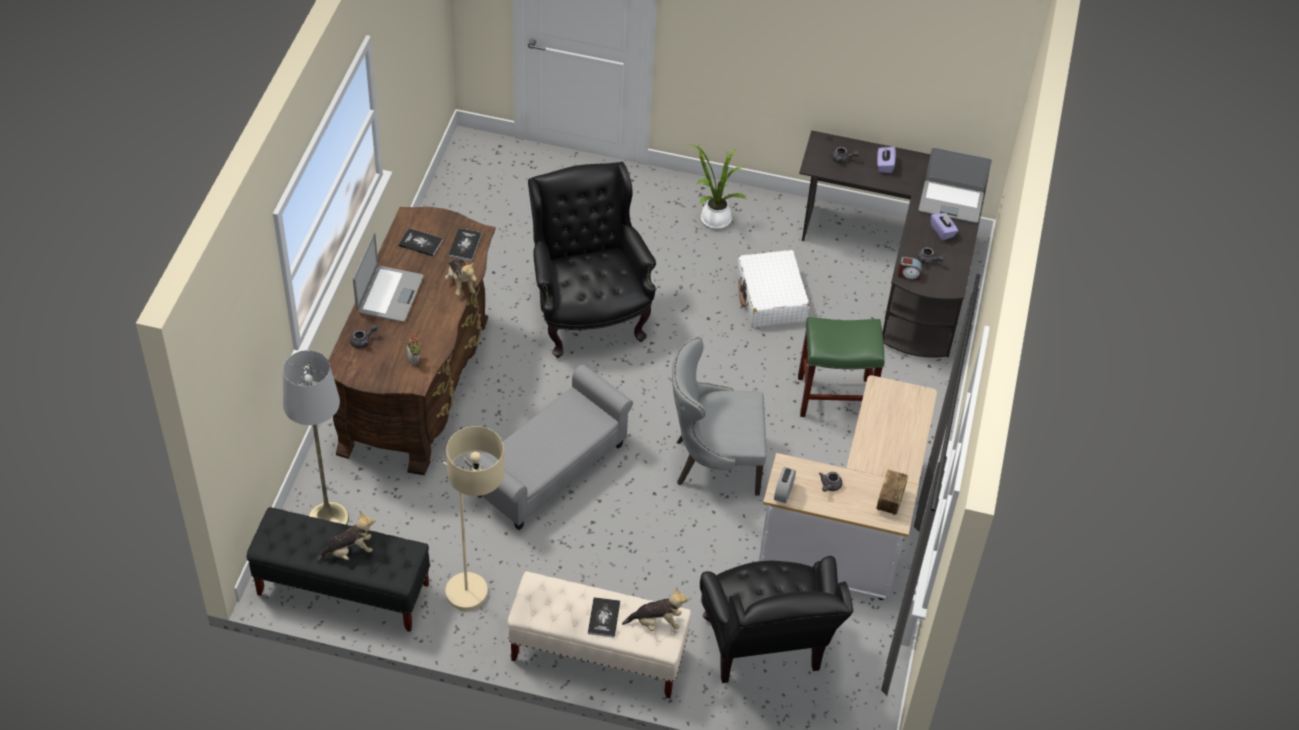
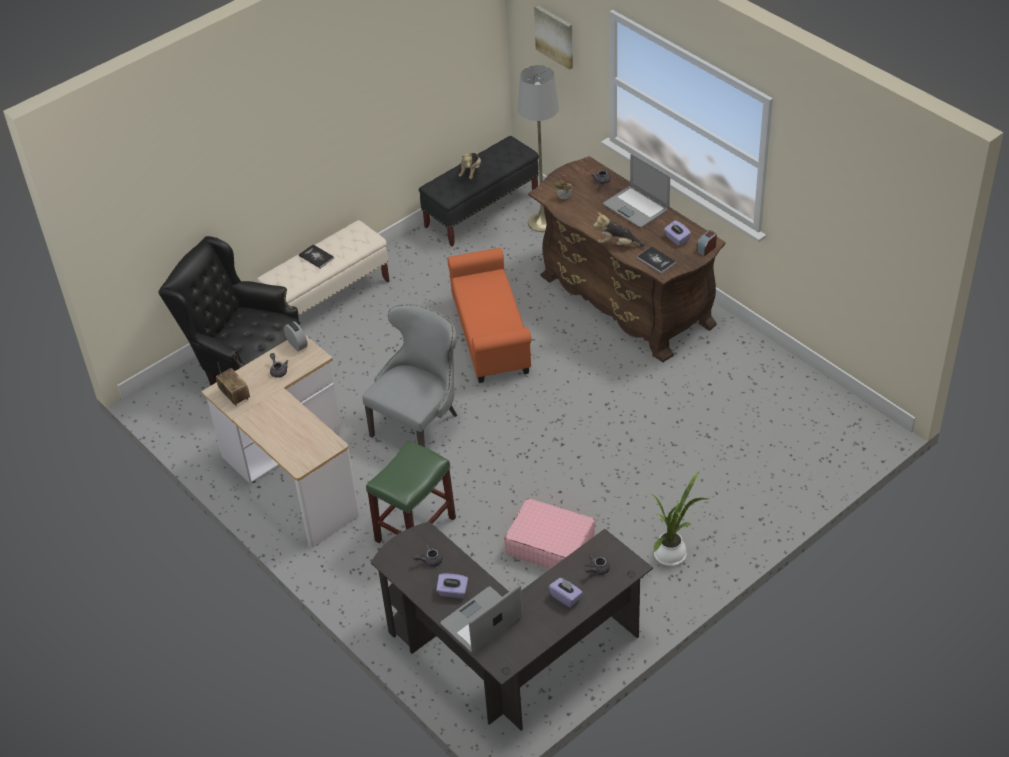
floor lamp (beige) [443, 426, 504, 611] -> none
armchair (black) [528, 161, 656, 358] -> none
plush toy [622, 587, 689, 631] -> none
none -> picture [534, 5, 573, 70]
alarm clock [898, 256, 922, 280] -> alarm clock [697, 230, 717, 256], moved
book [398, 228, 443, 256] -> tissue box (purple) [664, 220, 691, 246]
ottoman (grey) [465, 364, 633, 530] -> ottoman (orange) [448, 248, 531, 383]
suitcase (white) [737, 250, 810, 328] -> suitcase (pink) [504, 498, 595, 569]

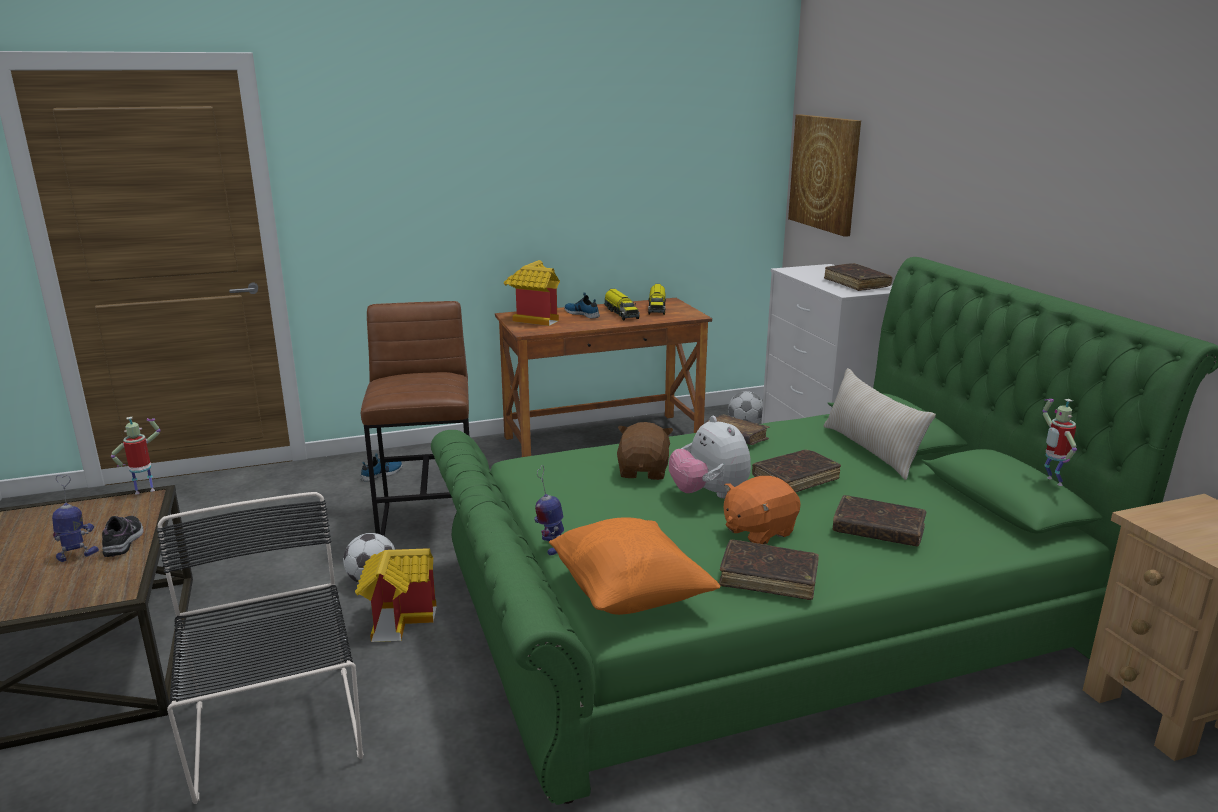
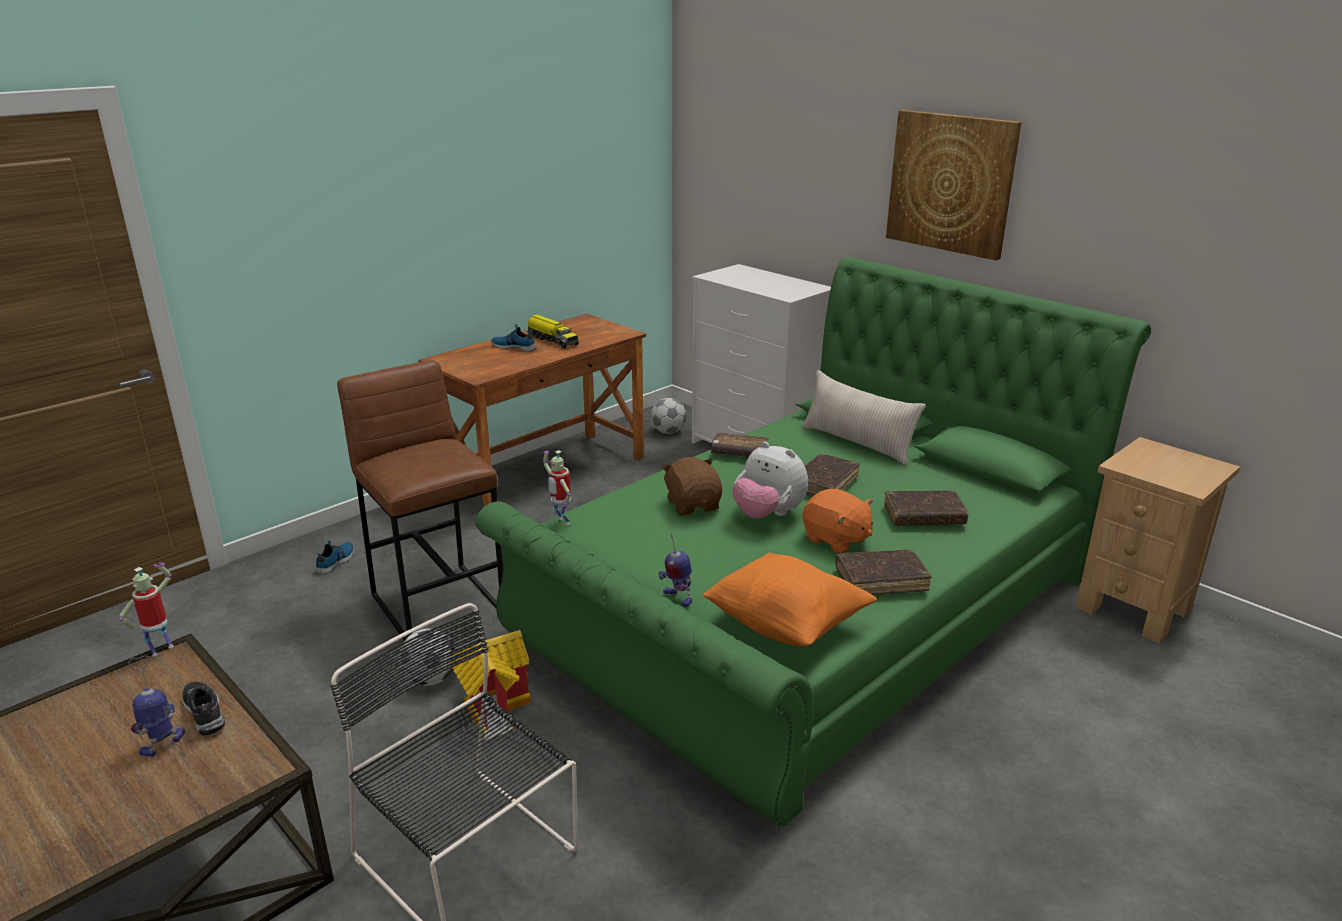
toy house [504, 260, 560, 326] -> none
toy truck [648, 284, 666, 315] -> none
book (brown) [824, 263, 892, 291] -> none
picture [788, 115, 861, 237] -> picture [886, 110, 1021, 260], moved
toy robot [1042, 399, 1077, 486] -> toy robot [541, 450, 571, 525], moved
plush toy (orange) [724, 476, 801, 545] -> plush toy (orange) [803, 489, 873, 554], 75 degrees counterclockwise

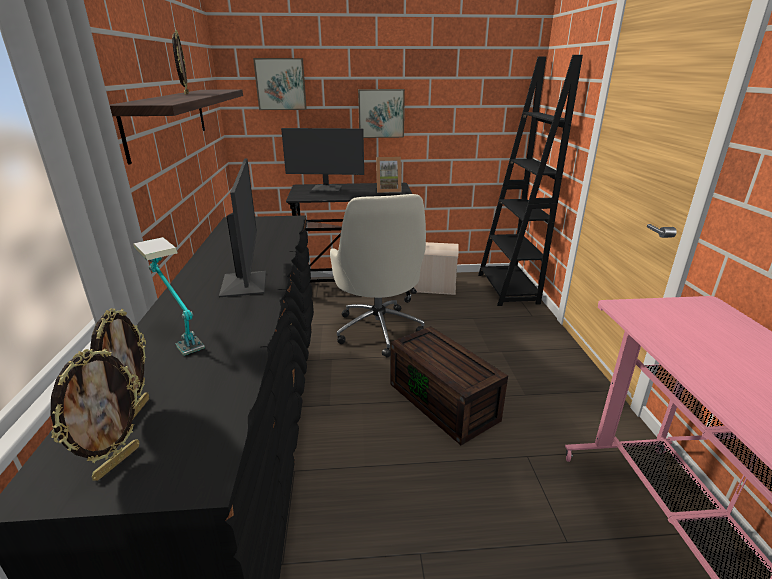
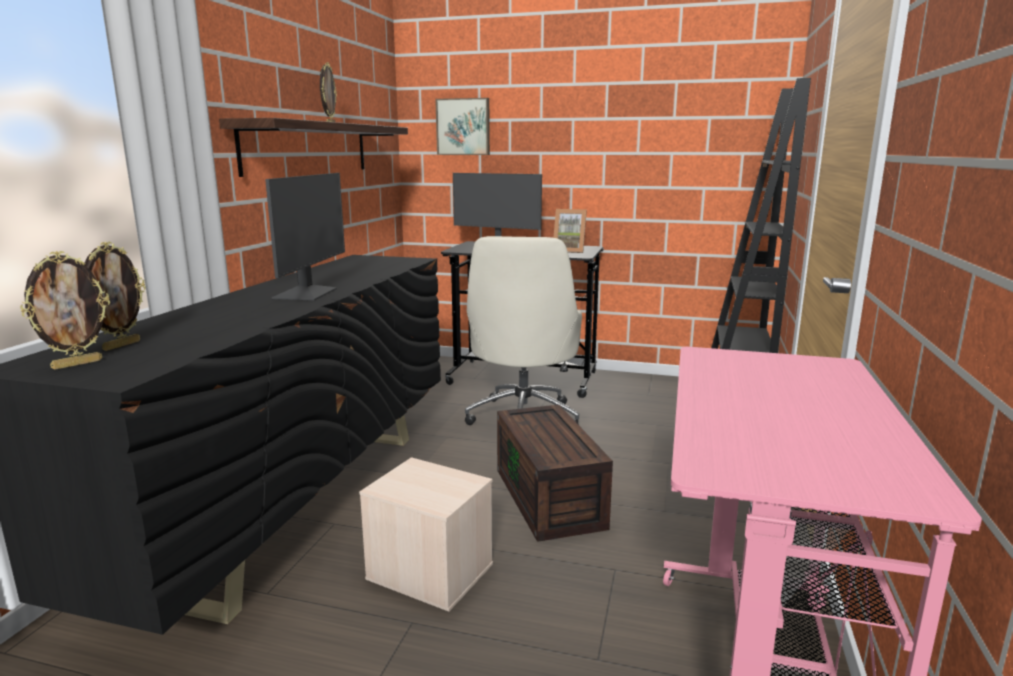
table lamp [133, 237, 205, 356] -> none
picture [358, 89, 405, 138] -> none
storage box (beige) [414, 242, 459, 295] -> storage box (beige) [359, 457, 493, 612], moved

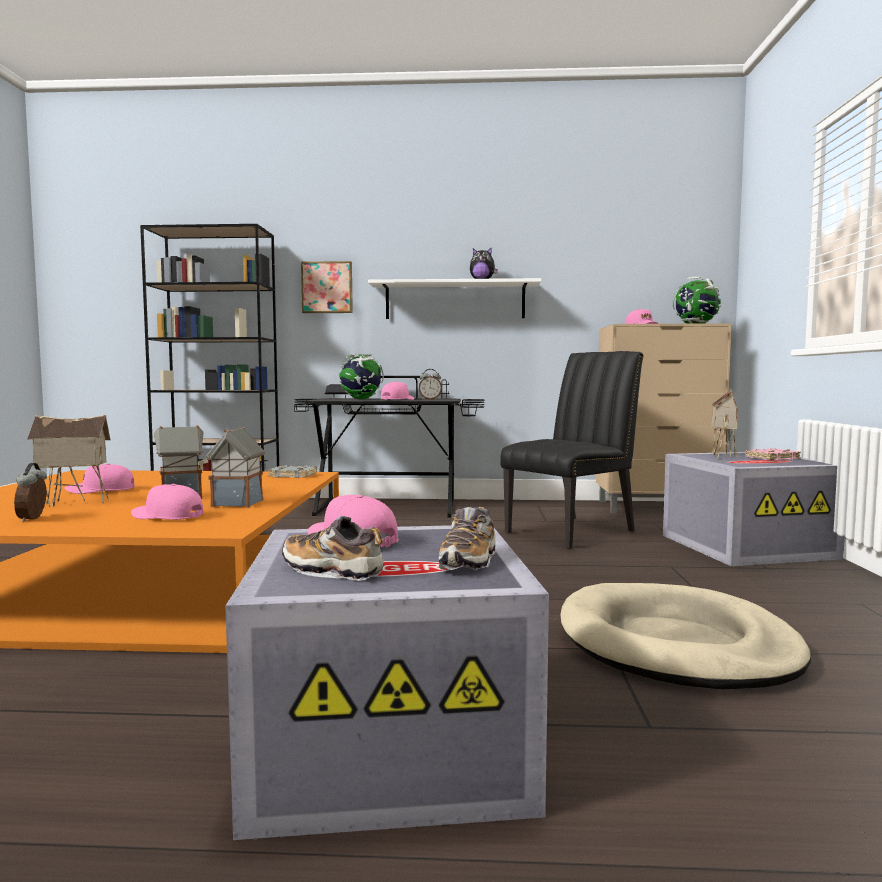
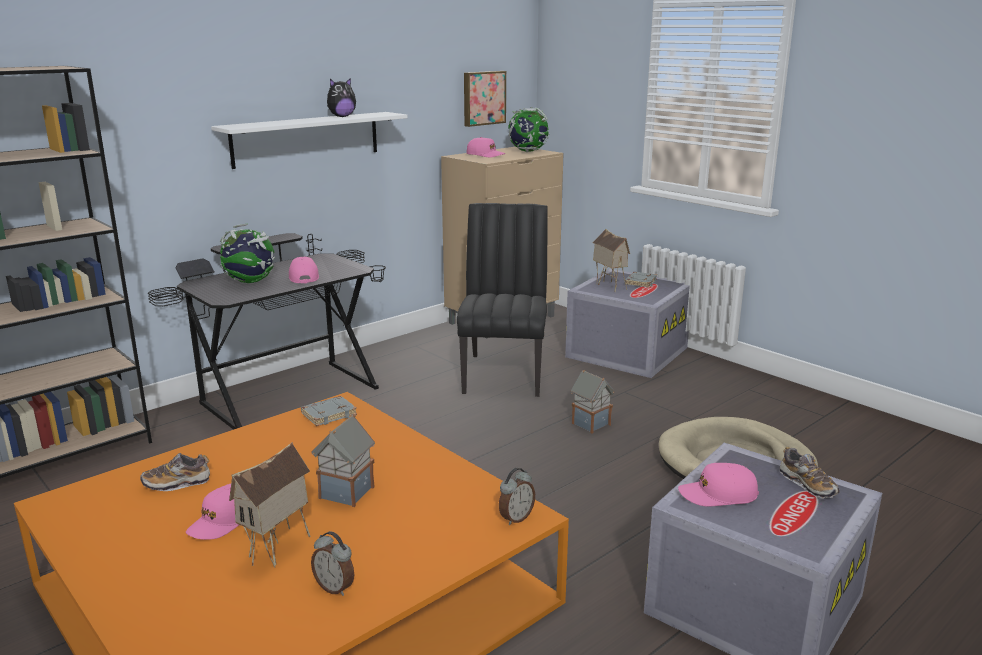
cap (pink) [131, 484, 204, 520] -> none
toy house [206, 427, 265, 508] -> toy house [571, 370, 614, 434], moved
shoe [282, 516, 384, 581] -> shoe [140, 453, 210, 491], moved
picture [301, 261, 353, 313] -> picture [464, 71, 506, 127], moved
alarm clock [419, 369, 442, 400] -> alarm clock [499, 468, 535, 525], moved
book (pink) [745, 448, 801, 461] -> book (grey) [625, 272, 657, 288]

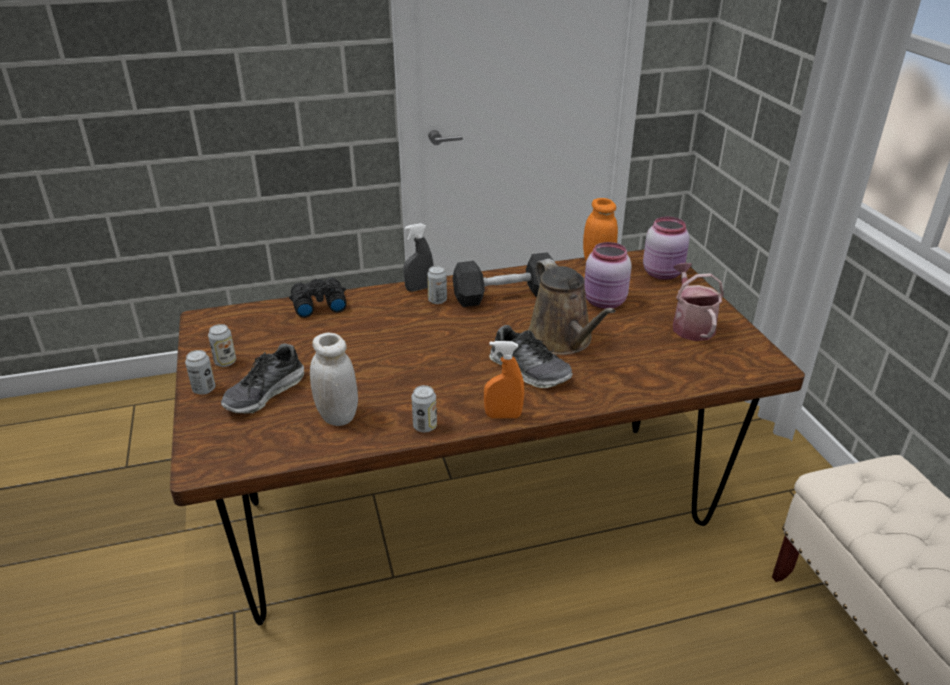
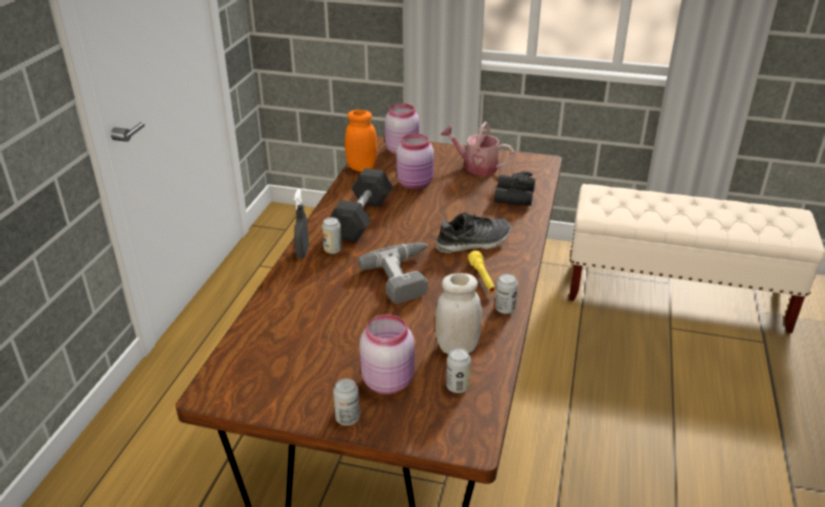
spray bottle (orange) [484, 341, 524, 418] -> none
watering can (brown) [528, 259, 616, 355] -> none
none -> power drill [358, 242, 428, 304]
none -> flashlight (yellow) [468, 250, 496, 293]
can [208, 324, 236, 367] -> can [446, 348, 471, 393], moved
binoculars (black) [289, 278, 346, 318] -> binoculars (black) [494, 171, 535, 206], moved
shoe [221, 343, 304, 414] -> jar (pink) [360, 314, 414, 394]

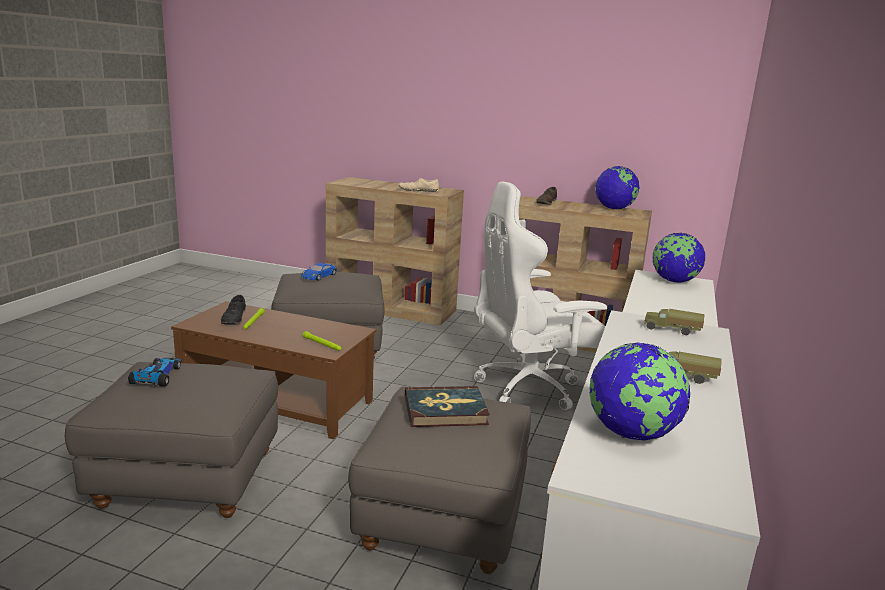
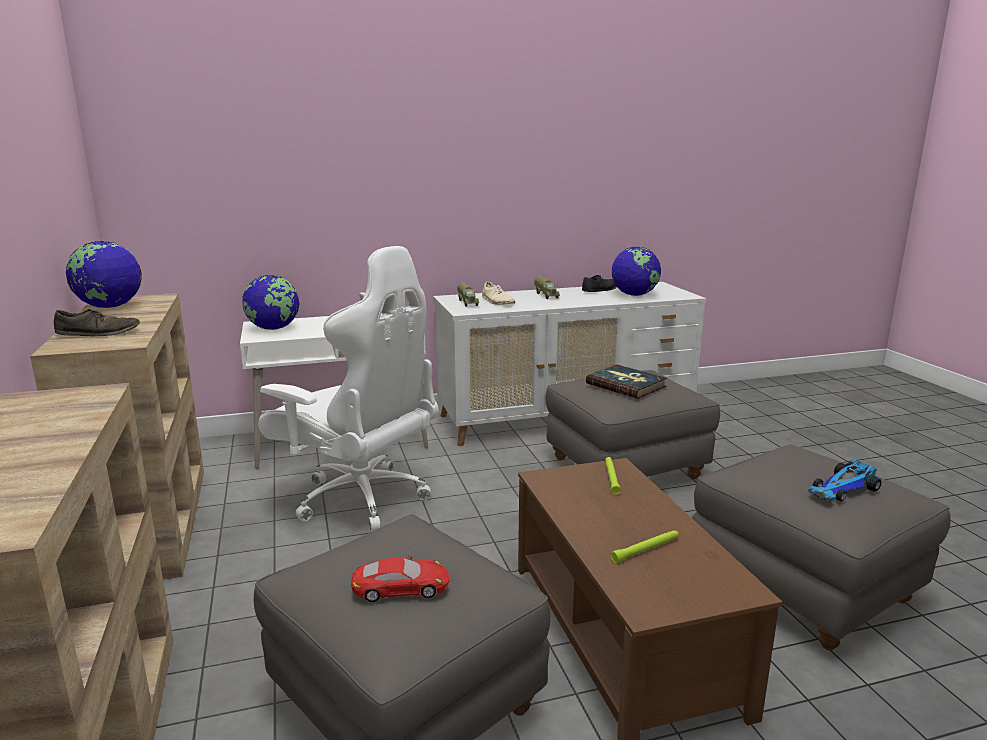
shoe (black) [221, 295, 246, 325] -> shoe (black) [582, 275, 617, 292], moved
shoe (beige) [398, 178, 439, 192] -> shoe (beige) [482, 282, 515, 305], moved
toy car (blue) [302, 263, 337, 281] -> toy car (red) [351, 556, 449, 602]

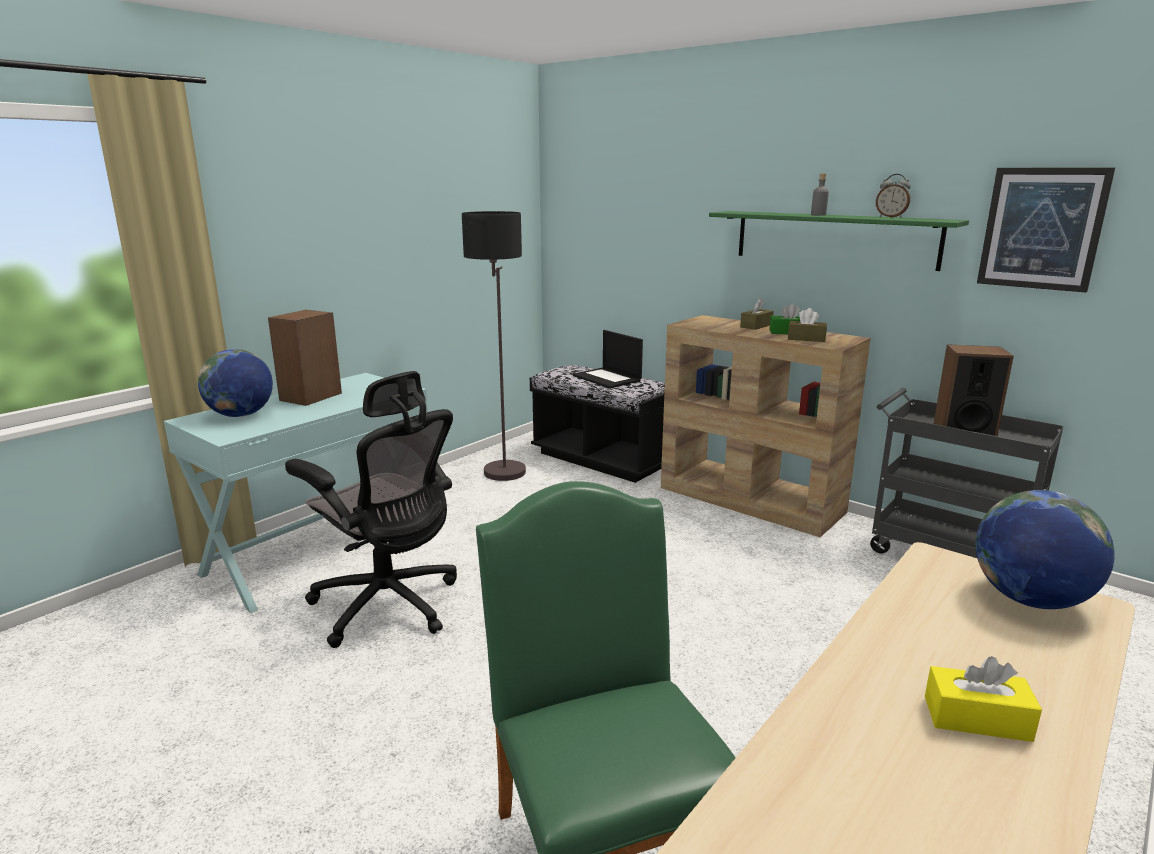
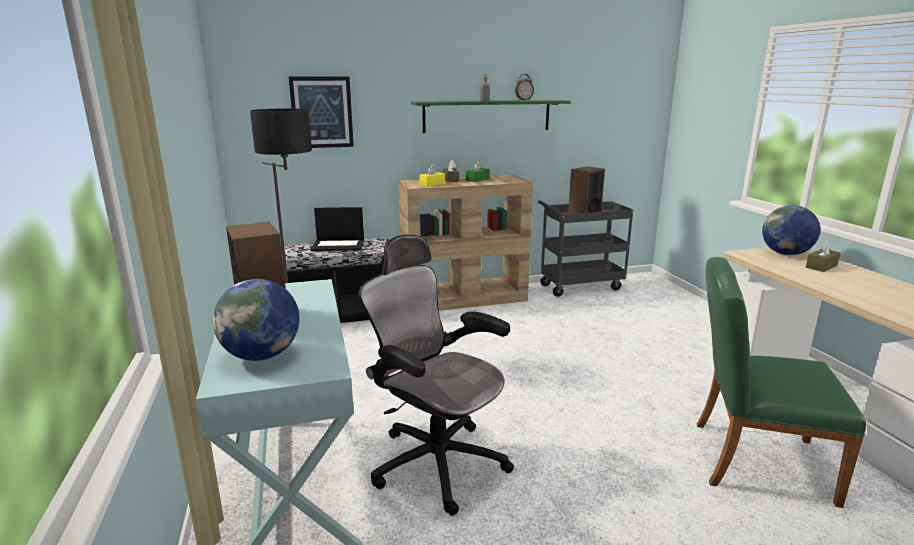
tissue box (brown) [788, 308, 827, 342] -> tissue box (brown) [806, 240, 840, 272], moved
tissue box (yellow) [925, 656, 1042, 742] -> tissue box (yellow) [419, 164, 445, 187], moved
picture [977, 168, 1115, 293] -> picture [289, 76, 354, 148], moved
office chair [285, 371, 457, 648] -> office chair [358, 235, 514, 516], 120 degrees counterclockwise

